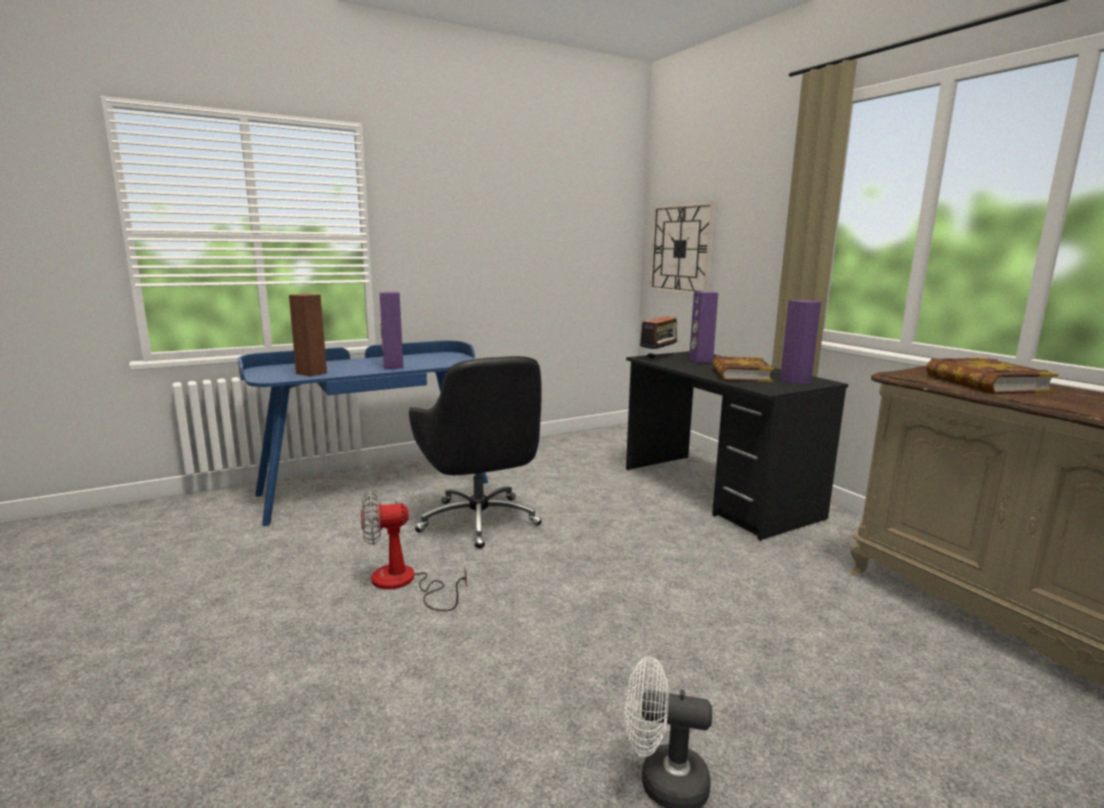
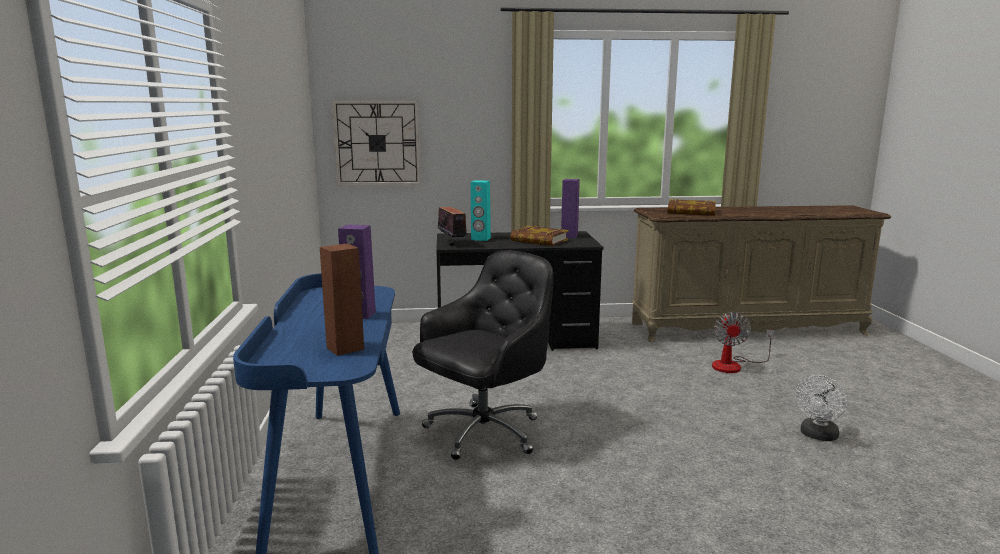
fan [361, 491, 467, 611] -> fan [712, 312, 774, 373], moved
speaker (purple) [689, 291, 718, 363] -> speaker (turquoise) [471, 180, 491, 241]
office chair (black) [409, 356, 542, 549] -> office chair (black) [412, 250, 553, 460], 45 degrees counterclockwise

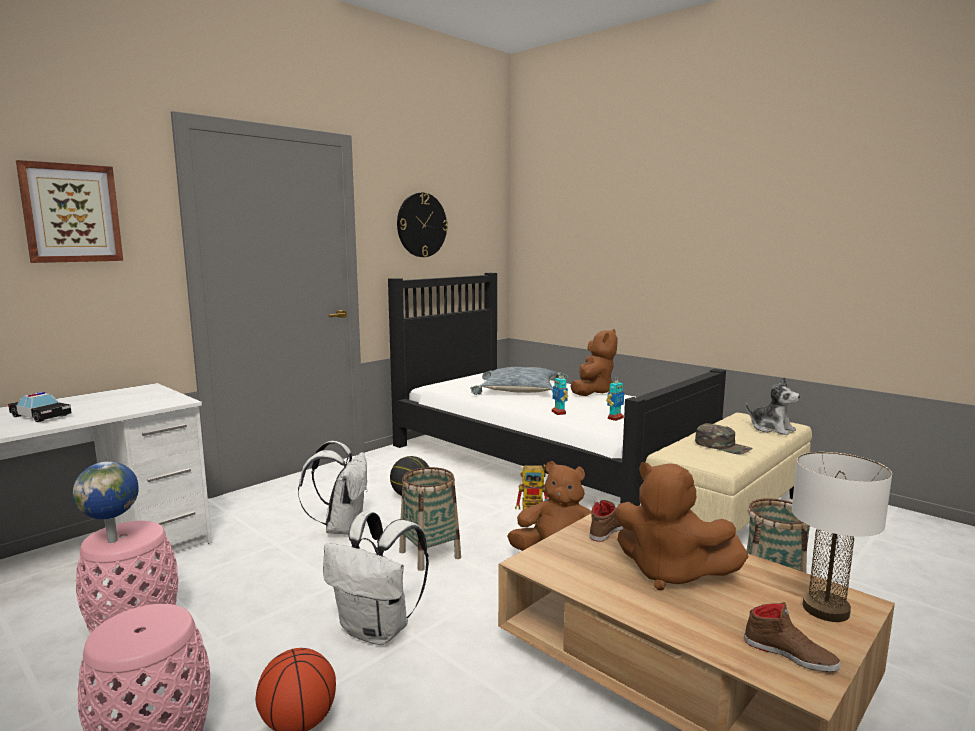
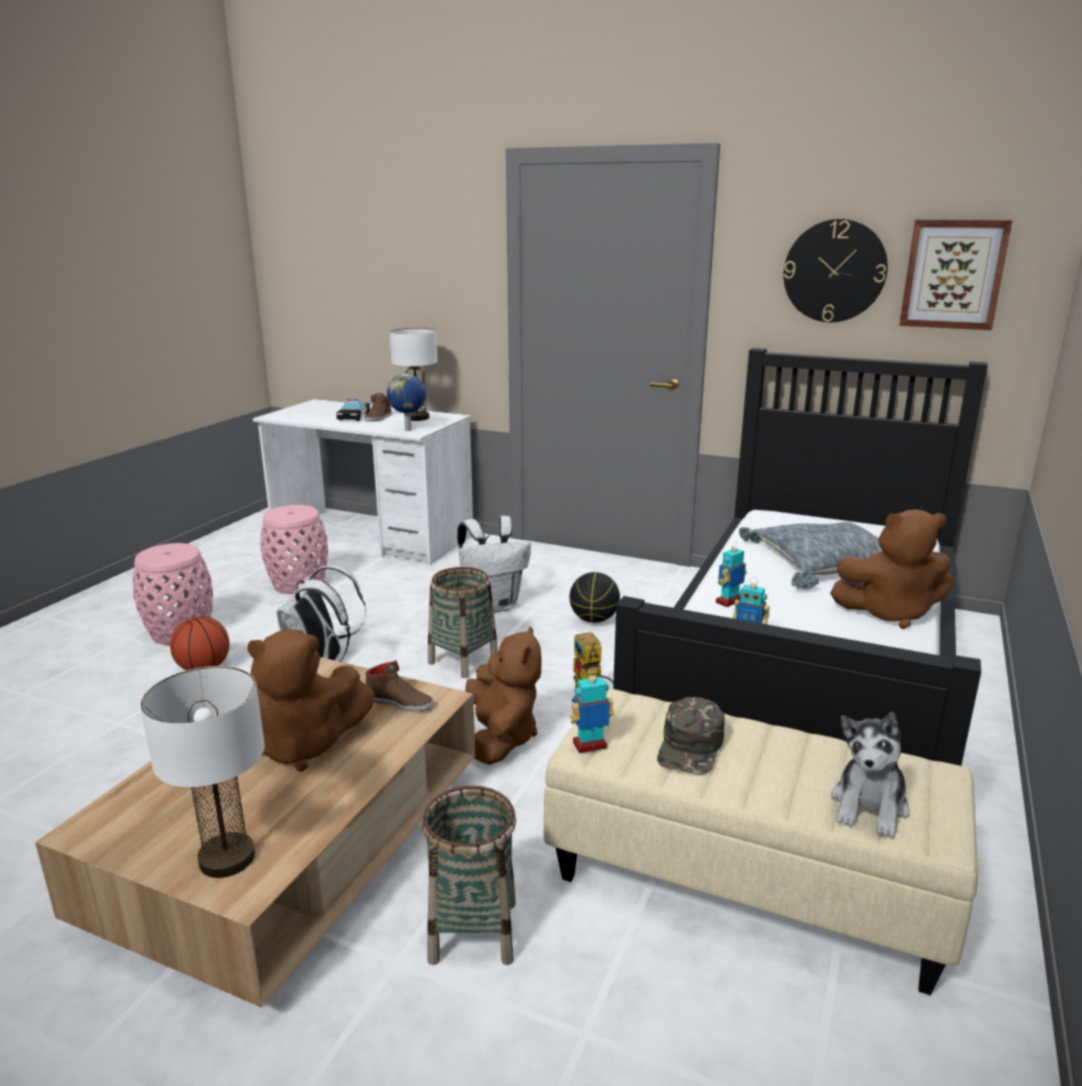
none -> table lamp [389, 328, 437, 421]
none -> toy robot [570, 669, 614, 753]
picture [16, 160, 123, 263] -> picture [899, 220, 1012, 330], moved
globe [73, 461, 139, 543] -> globe [387, 374, 426, 431], moved
shoe (brown) [744, 602, 840, 672] -> shoe (brown) [364, 393, 392, 421], moved
plush toy (brown) [615, 462, 749, 590] -> plush toy (brown) [247, 629, 375, 772], 120 degrees counterclockwise

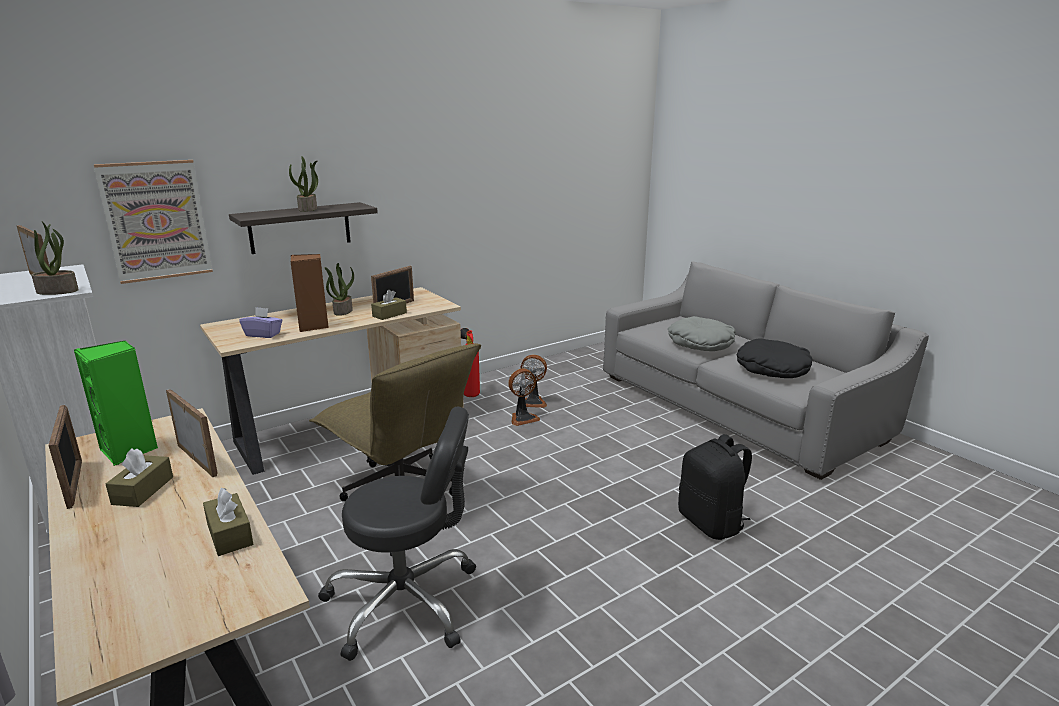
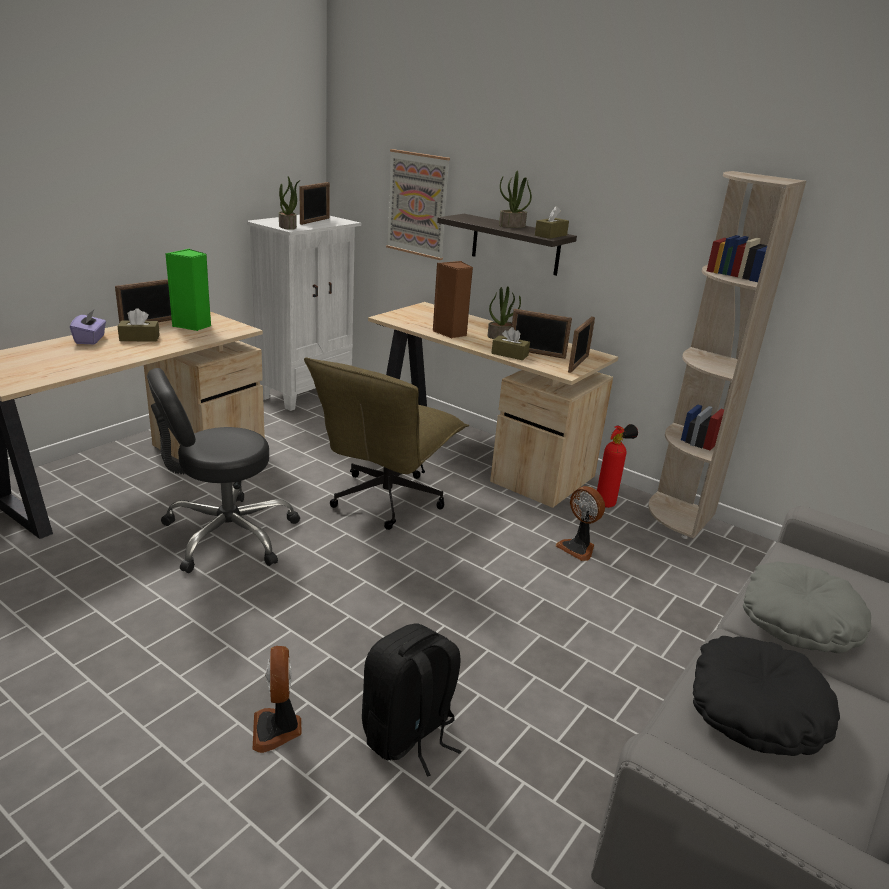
none -> bookcase (beige) [648, 171, 806, 539]
picture frame [166, 389, 217, 477] -> picture frame [568, 316, 595, 373], moved
tissue box (brown) [203, 488, 253, 556] -> tissue box (brown) [535, 206, 569, 239], moved
tissue box (purple) [239, 307, 282, 338] -> tissue box (purple) [70, 310, 106, 344], moved
fan [521, 355, 547, 408] -> fan [252, 646, 302, 753], moved
office chair (black) [318, 407, 476, 661] -> office chair (black) [147, 368, 300, 573], 75 degrees clockwise

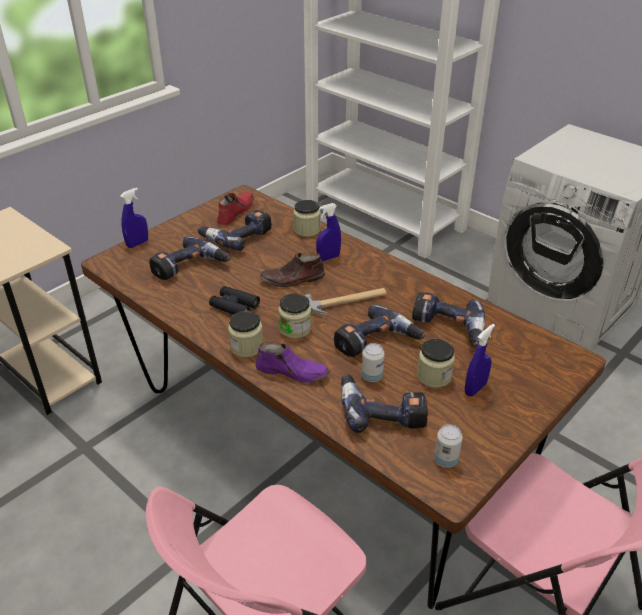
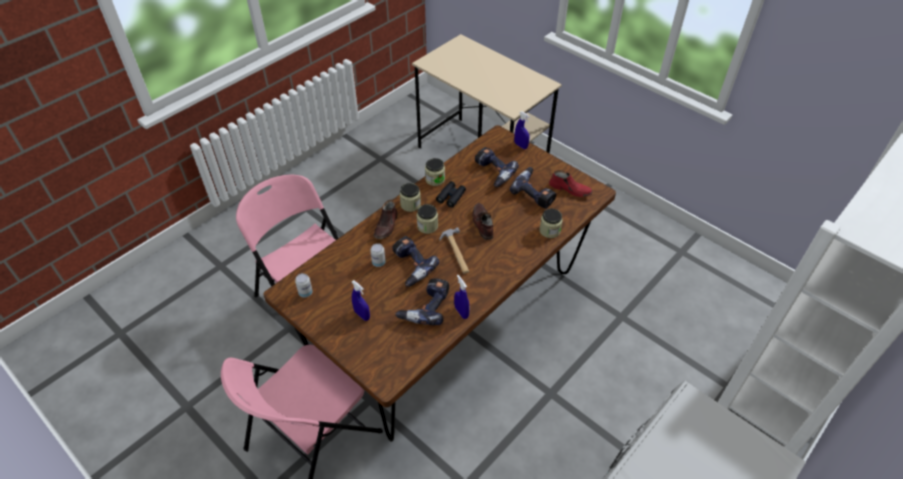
power drill [341, 374, 428, 433] -> none
spray bottle (blue) [316, 203, 341, 261] -> spray bottle (blue) [454, 275, 469, 319], moved
jar [417, 339, 455, 388] -> jar [425, 158, 445, 186], moved
shoe (purple) [255, 340, 329, 383] -> shoe (brown) [374, 200, 398, 239]

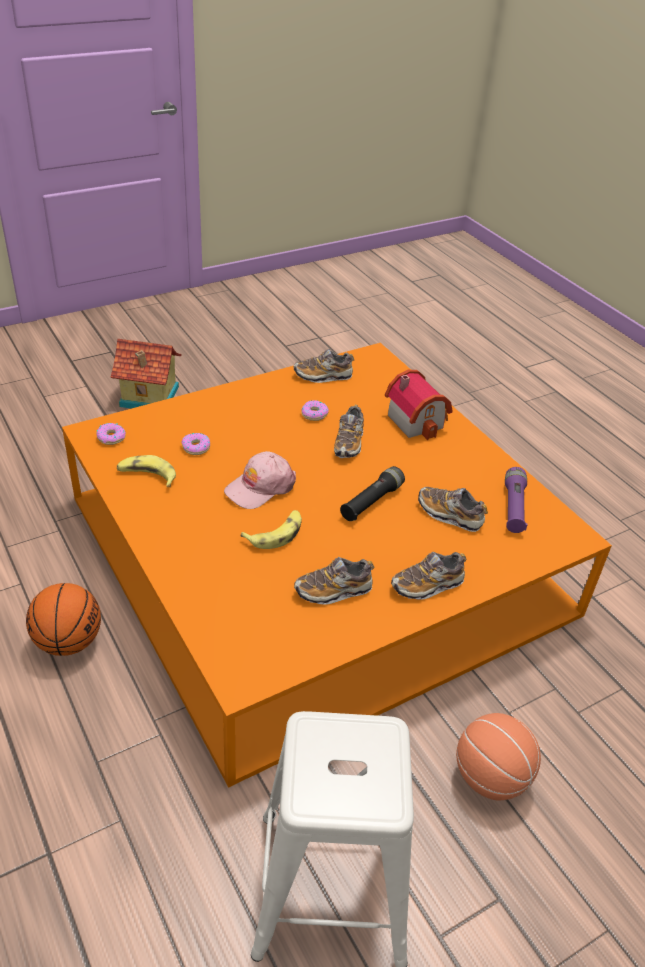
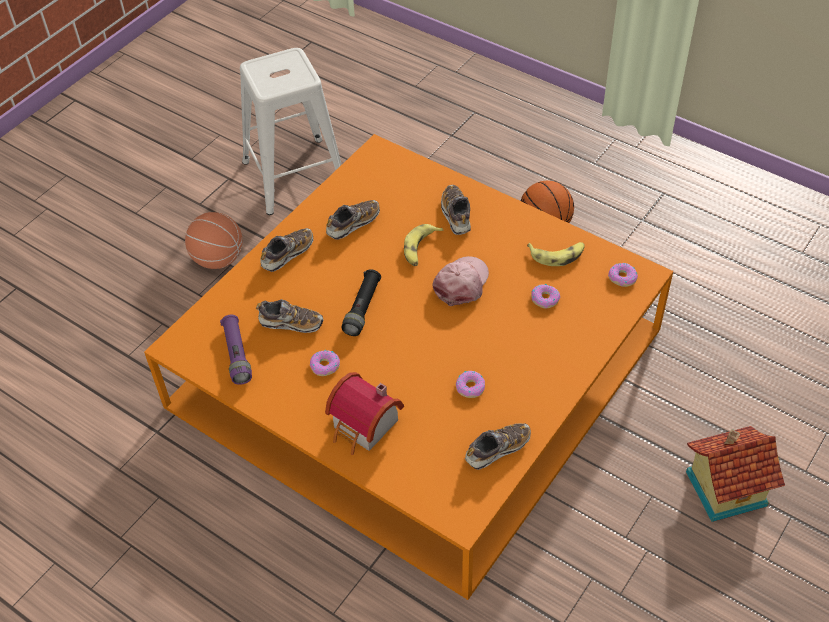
none -> donut [310, 350, 340, 376]
shoe [334, 405, 364, 458] -> shoe [441, 185, 471, 235], moved

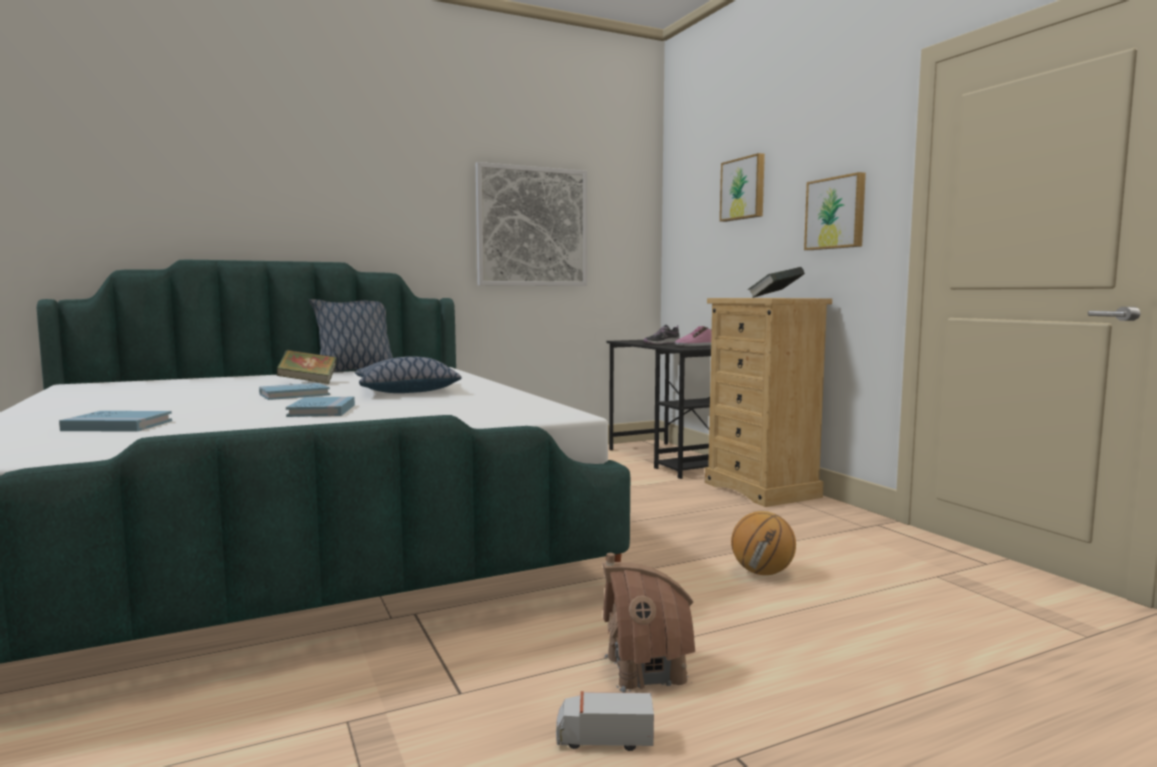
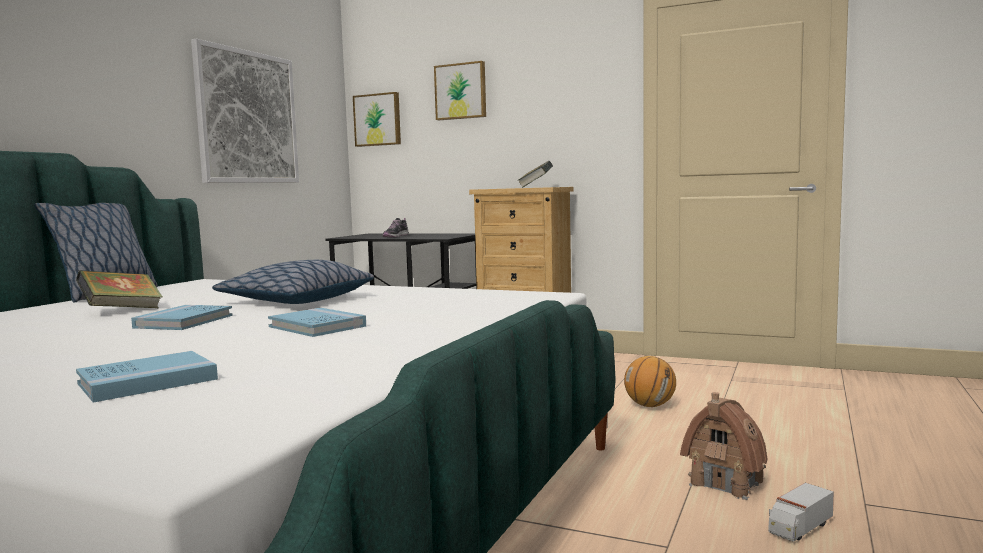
shoe [675, 326, 712, 347] -> none
picture [804, 172, 866, 250] -> picture [353, 92, 401, 147], moved

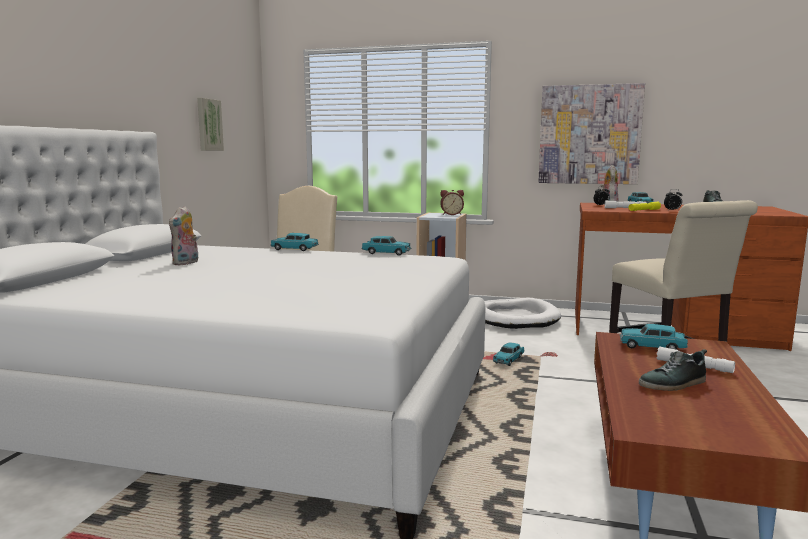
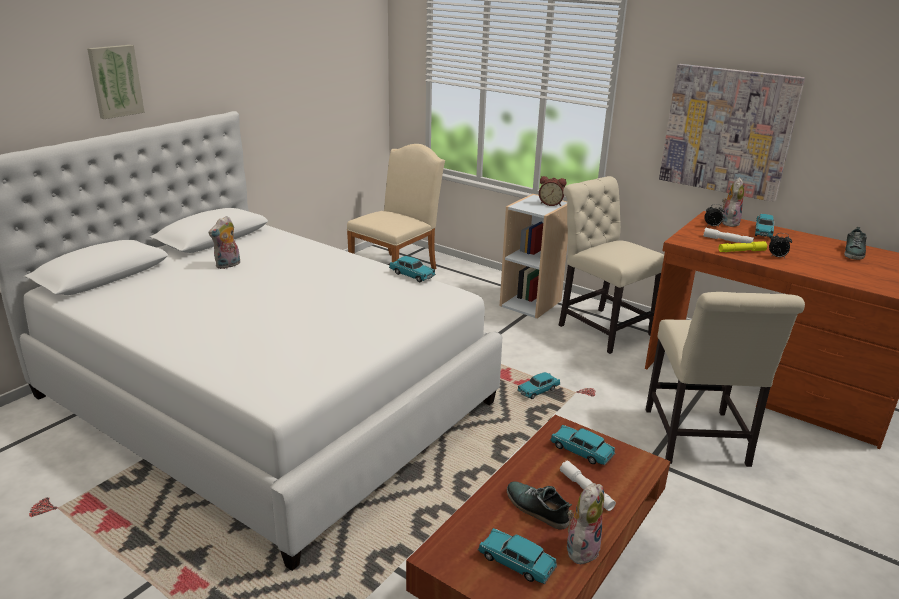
none -> plush toy [567, 483, 604, 565]
picture [197, 98, 224, 151] -> picture [87, 45, 145, 119], moved
toy car (turquoise) [270, 233, 319, 251] -> toy car (turquoise) [477, 528, 557, 584], moved
dog bed (white) [484, 298, 561, 329] -> chair (beige) [559, 176, 664, 354]
shoe [639, 349, 707, 391] -> shoe [507, 481, 572, 530], 45 degrees clockwise

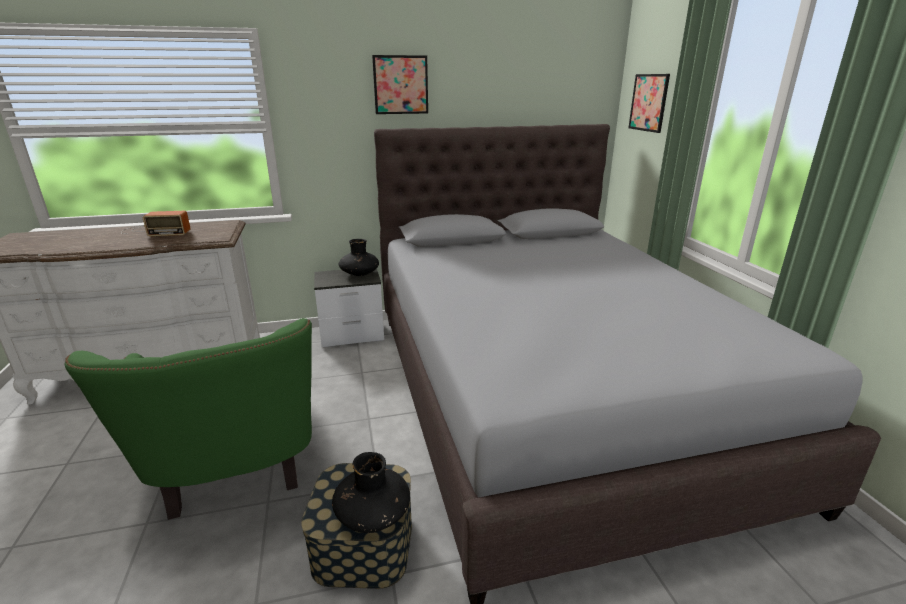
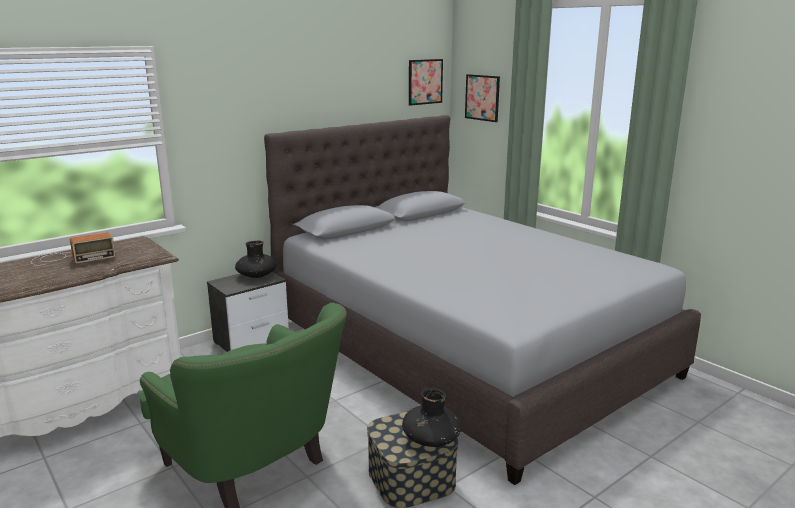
picture [372, 55, 428, 114] -> picture [409, 59, 443, 106], moved

